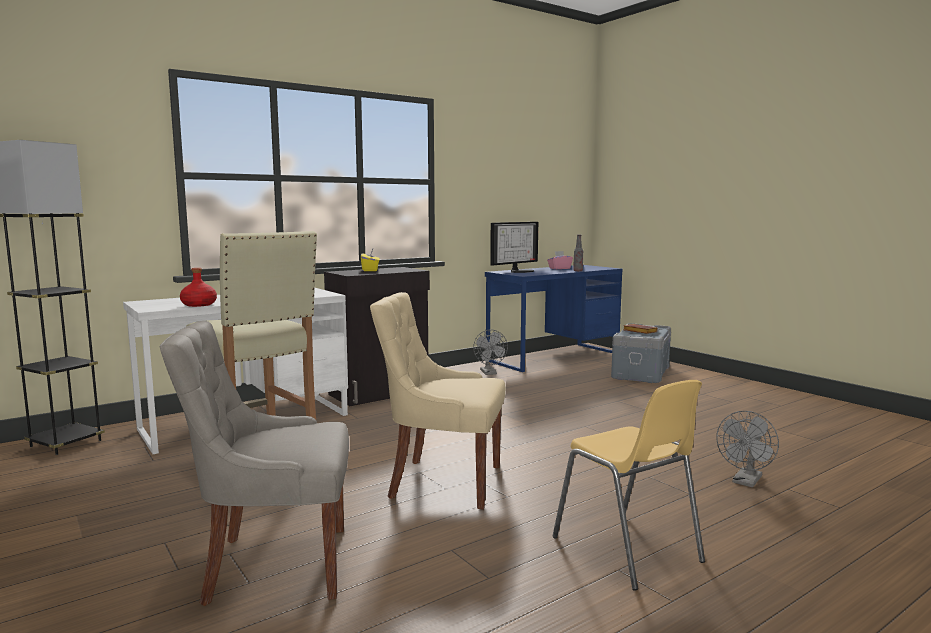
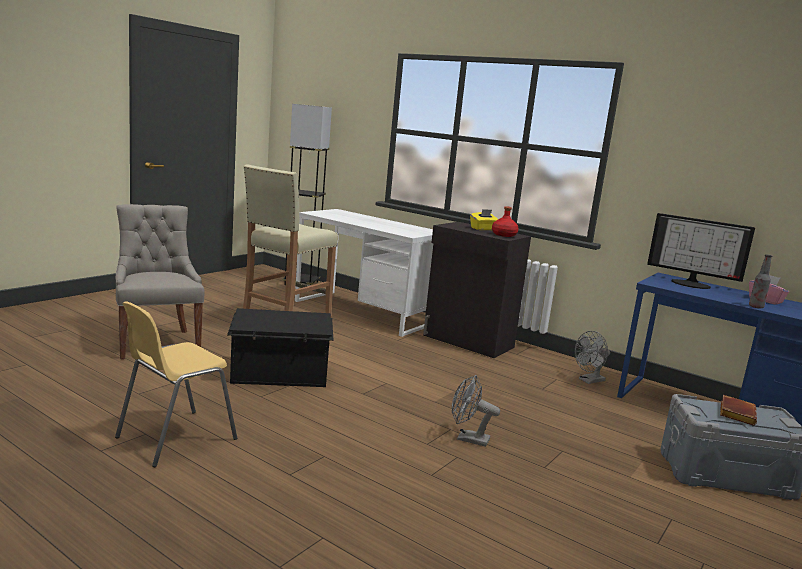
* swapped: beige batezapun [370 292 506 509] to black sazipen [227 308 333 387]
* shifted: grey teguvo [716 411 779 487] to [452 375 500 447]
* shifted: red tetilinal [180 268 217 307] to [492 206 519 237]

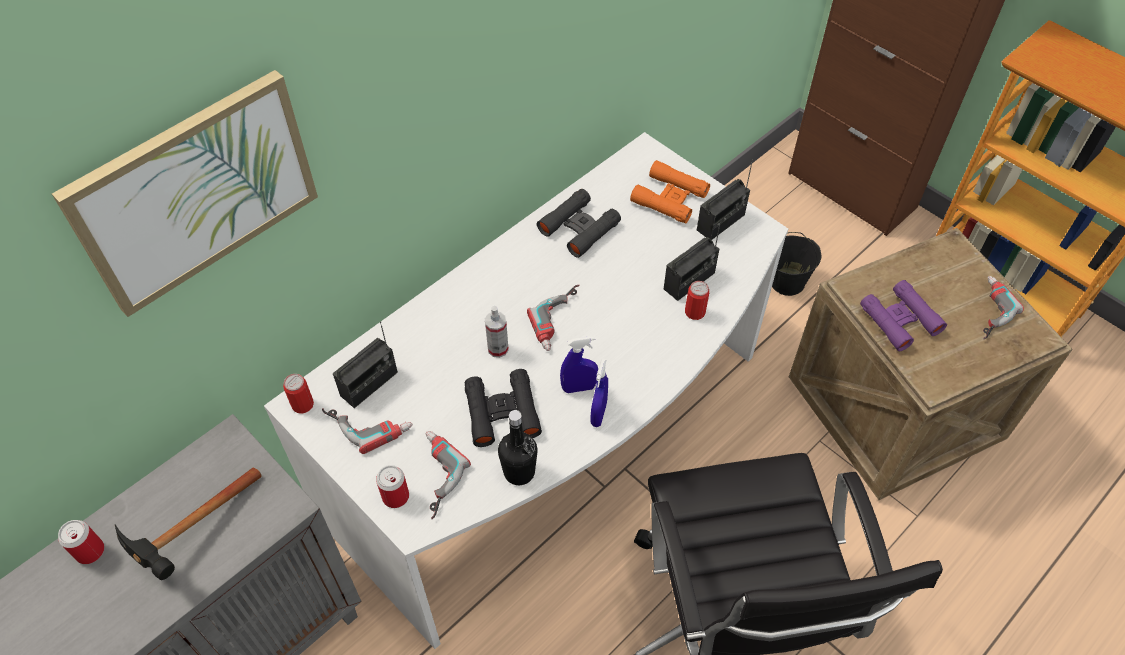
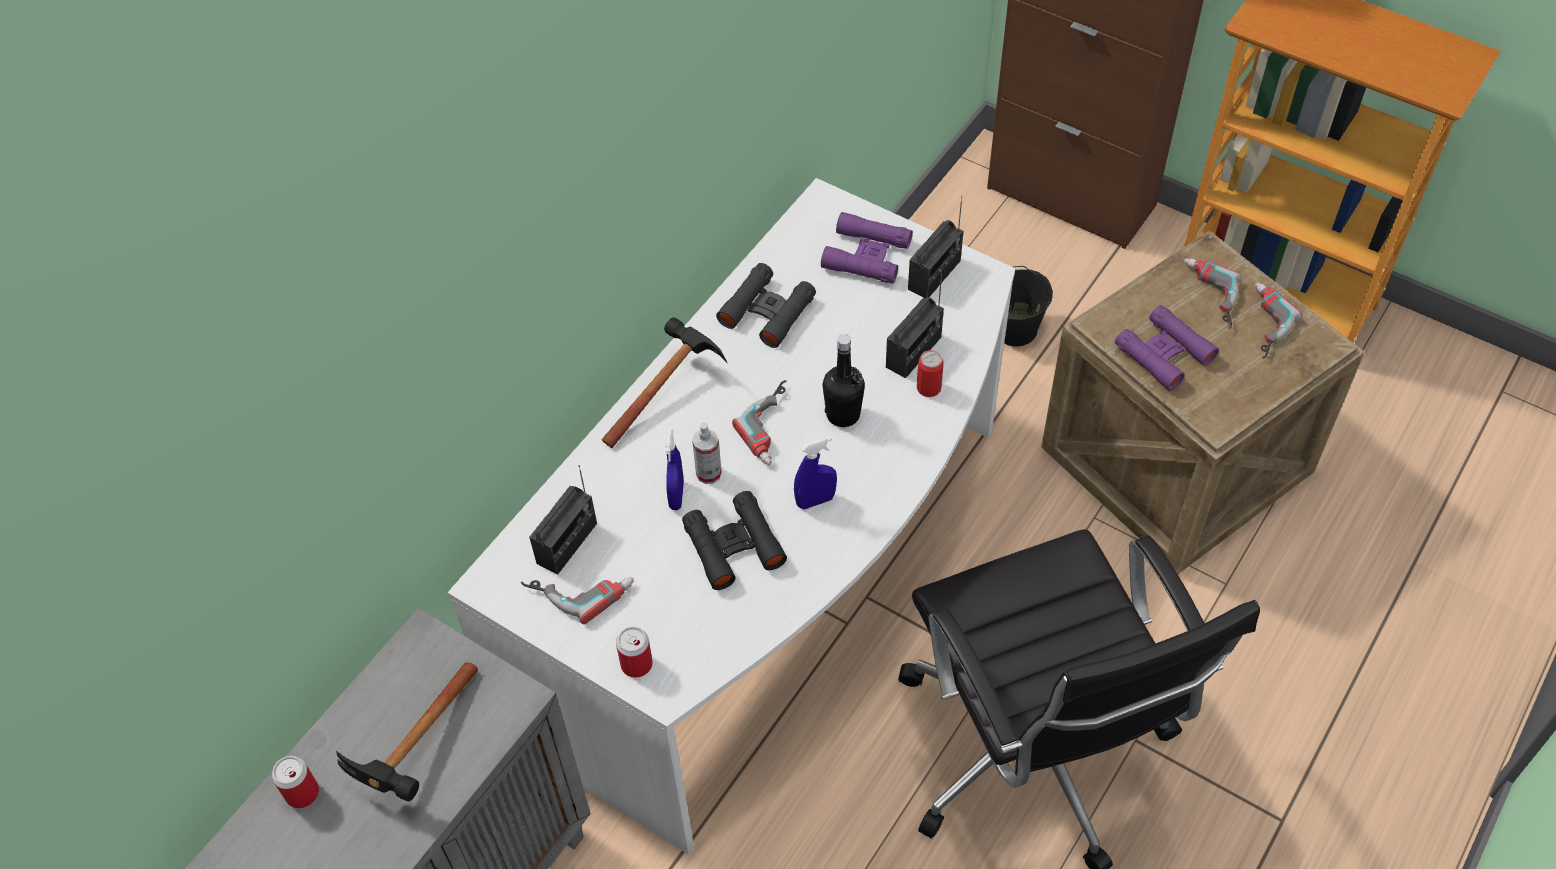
* new: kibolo [602 317 727 448]
* shifted: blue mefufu [591 358 608 427] to [665 428 684 510]
* repainted: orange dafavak [630 160 710 223] to purple dafavak [821 212 913 283]
* shifted: black tetilinal [498 410 538 485] to [823 334 865 427]
* shifted: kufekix [426 431 471 519] to [1184 258 1241 329]
* gone: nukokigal [52 70 318 317]
* gone: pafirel [283 374 314 414]

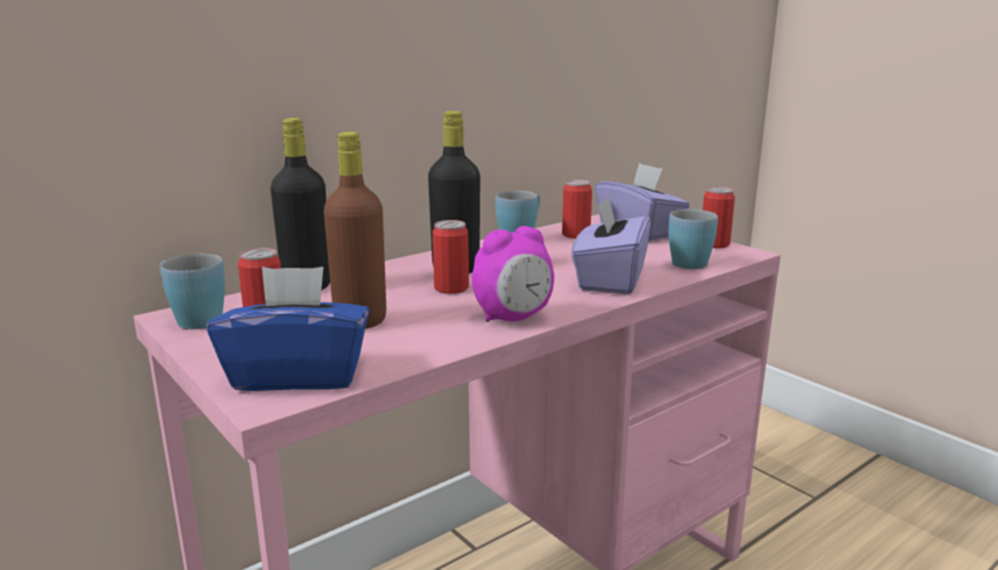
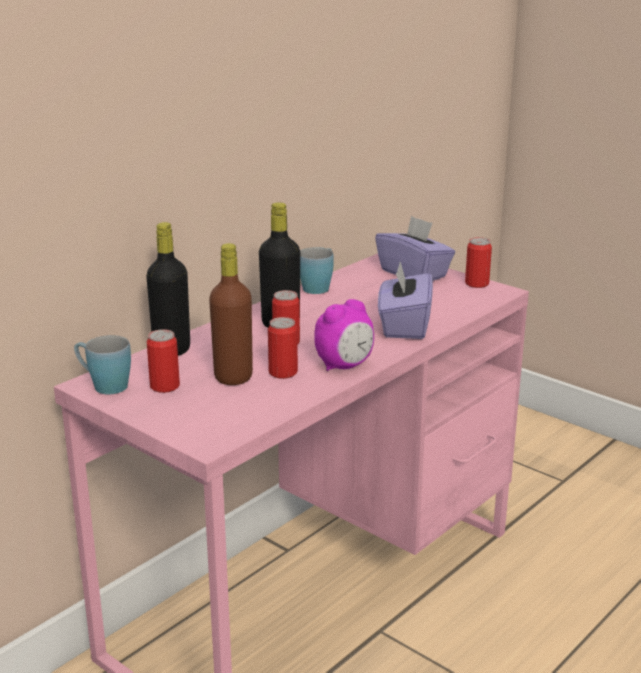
* shifted: pafirel [562 180 592 239] to [268 317 298 379]
* gone: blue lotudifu [207 267 370 391]
* gone: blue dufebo [668 209 718 269]

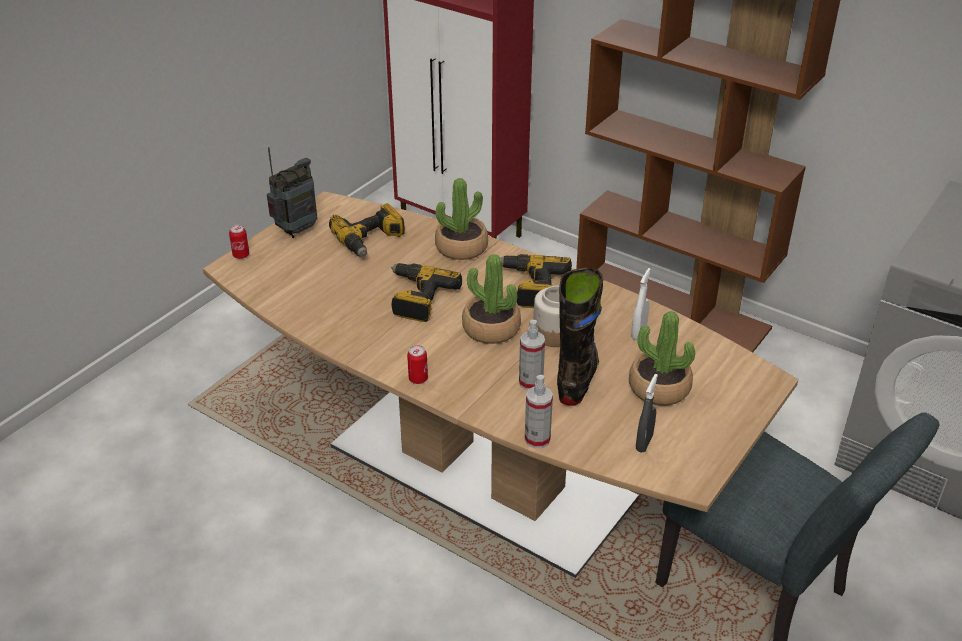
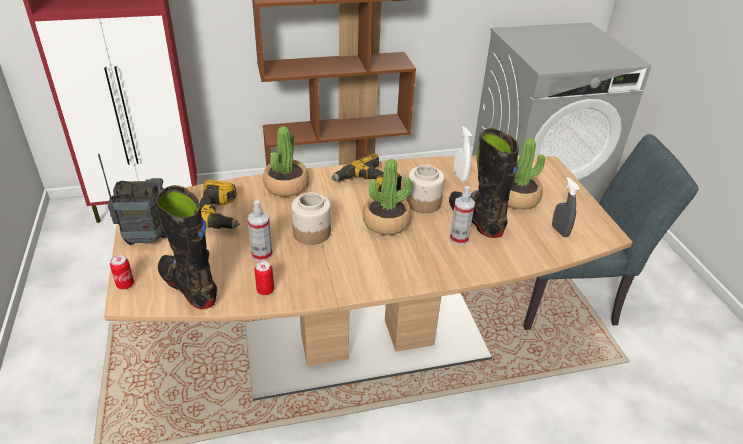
* rotated: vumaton [267 147 317 238] = [98 154 167 245] 90 degrees clockwise
* new: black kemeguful [155 185 217 309]
* shifted: mefufu [525 375 553 448] to [248 200 272 262]
* shifted: pafirel [407 345 428 384] to [254 261 274 295]
* swapped: kufekix [391 263 462 322] to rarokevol [291 192 331 245]

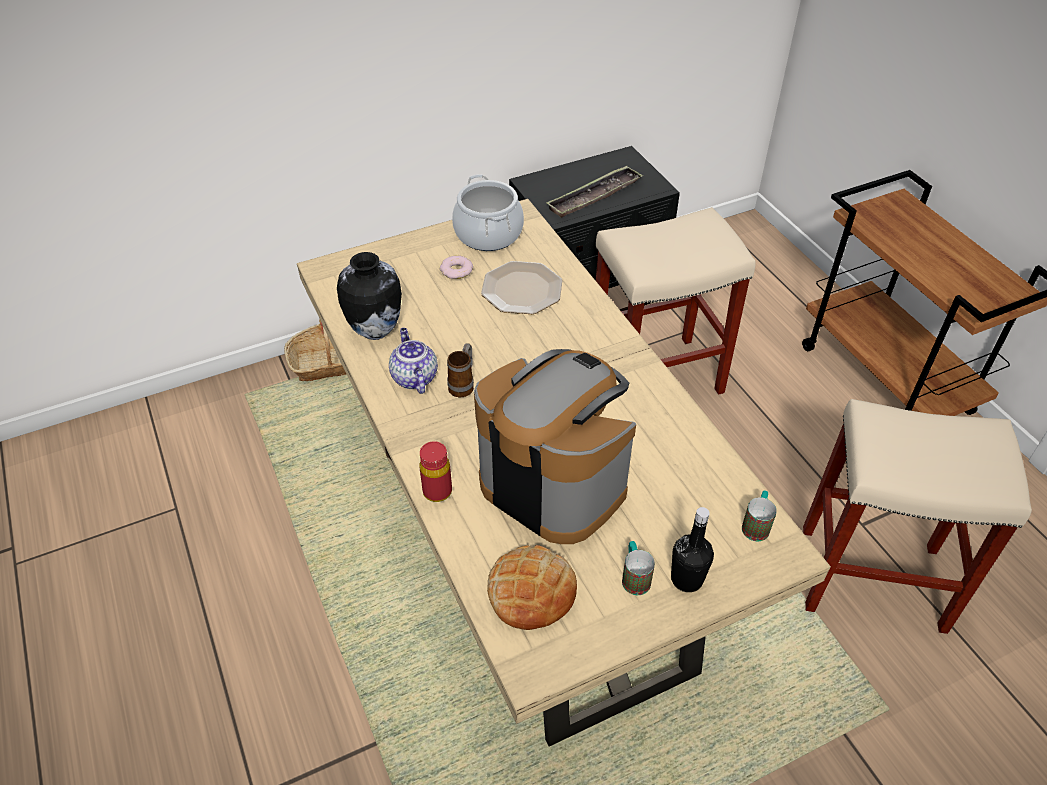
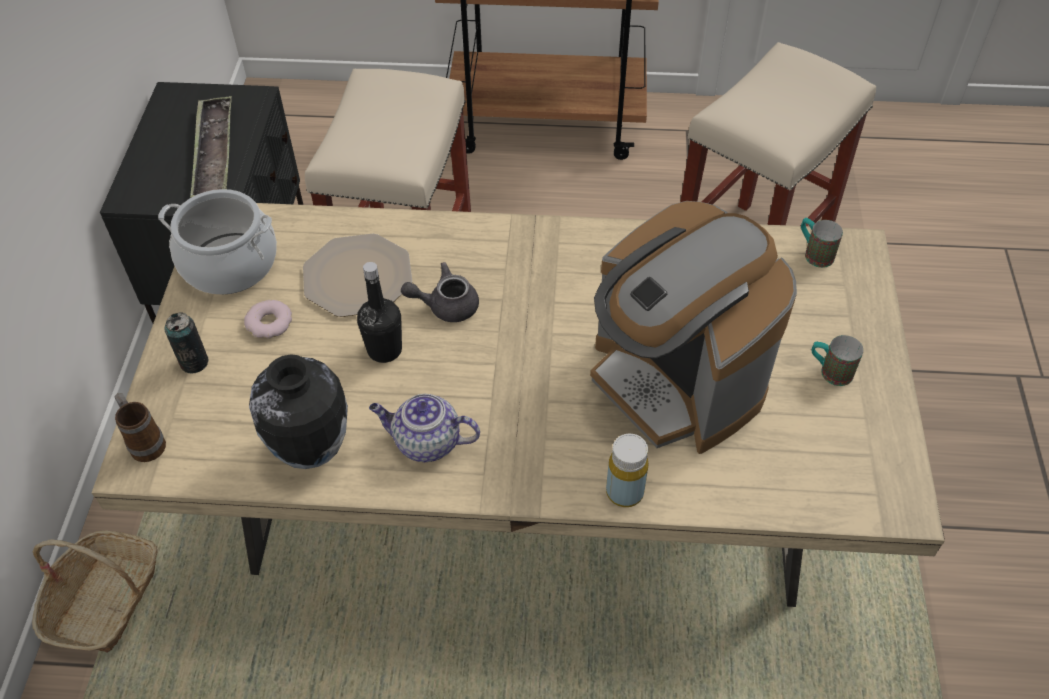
* shifted: dufebo [447 344 474 397] to [114 393 166 462]
* new: pafirel [164 313 209 373]
* shifted: black tetilinal [671 507 714 592] to [357 262 402 363]
* new: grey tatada [401 262 479 322]
* rotated: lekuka [474 349 636 544] = [590 201 797 454] 105 degrees counterclockwise
* repainted: red tetilinal [419 441 452 502] to yellow tetilinal [606 434 648 507]
* gone: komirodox [487 545 577 630]

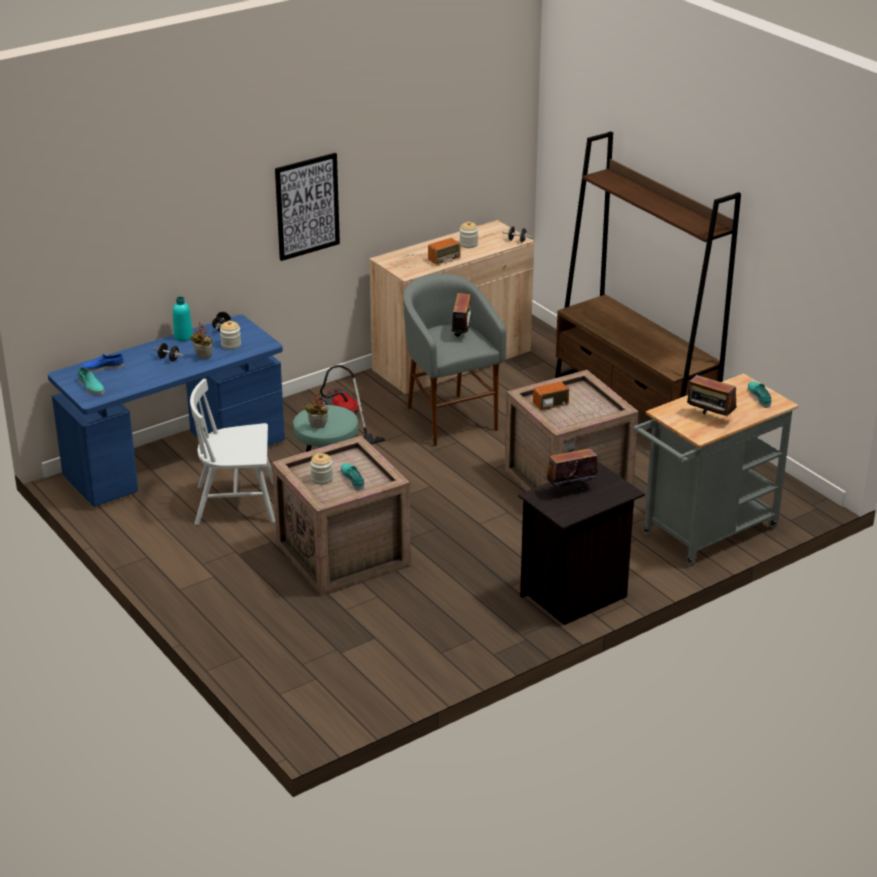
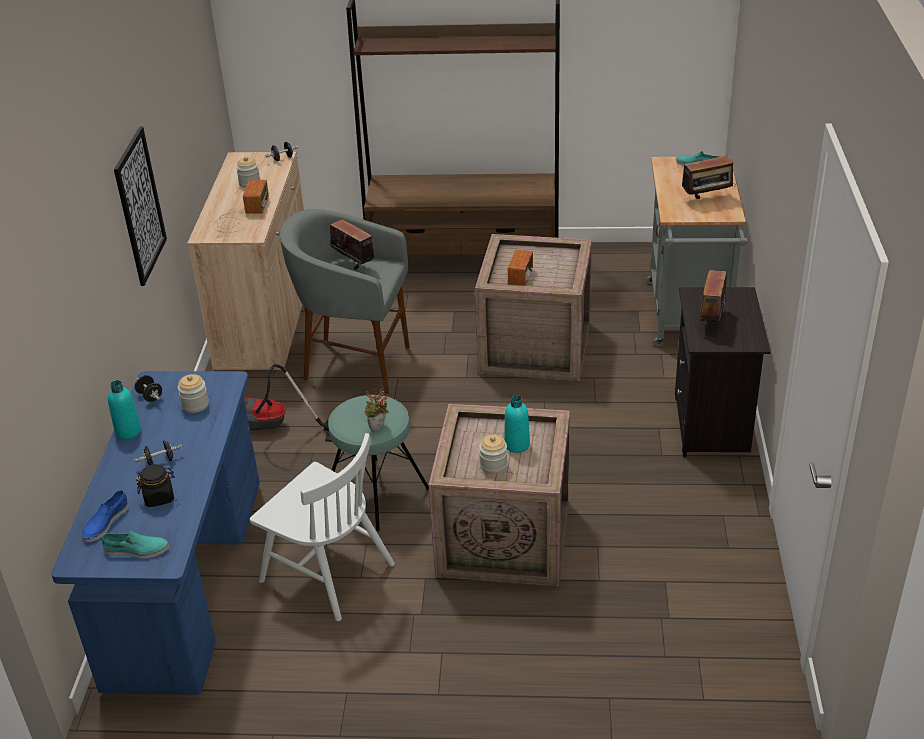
* new: black rarokevol [136 464 175 507]
* rotated: white batezapun [190 379 275 525] = [250 433 395 621] 90 degrees counterclockwise
* swapped: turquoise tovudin [341 463 364 491] to turquoise tetilinal [504 395 530 453]
* gone: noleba [190 322 212 359]

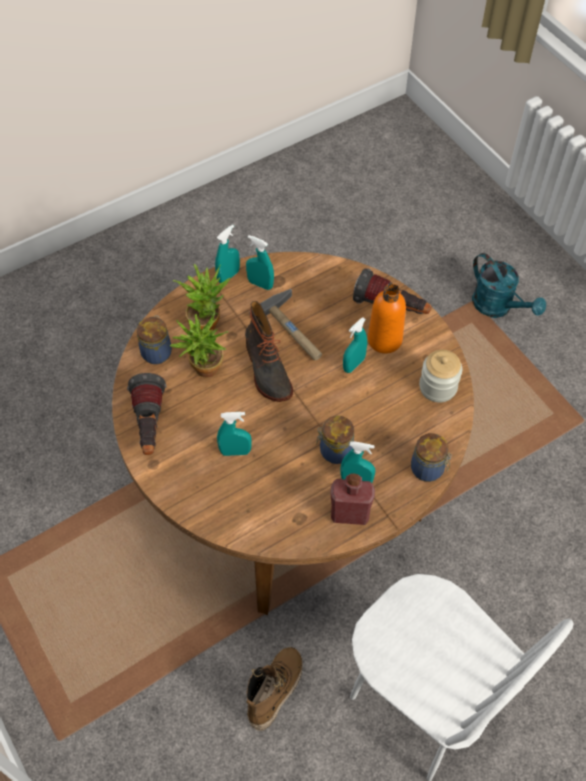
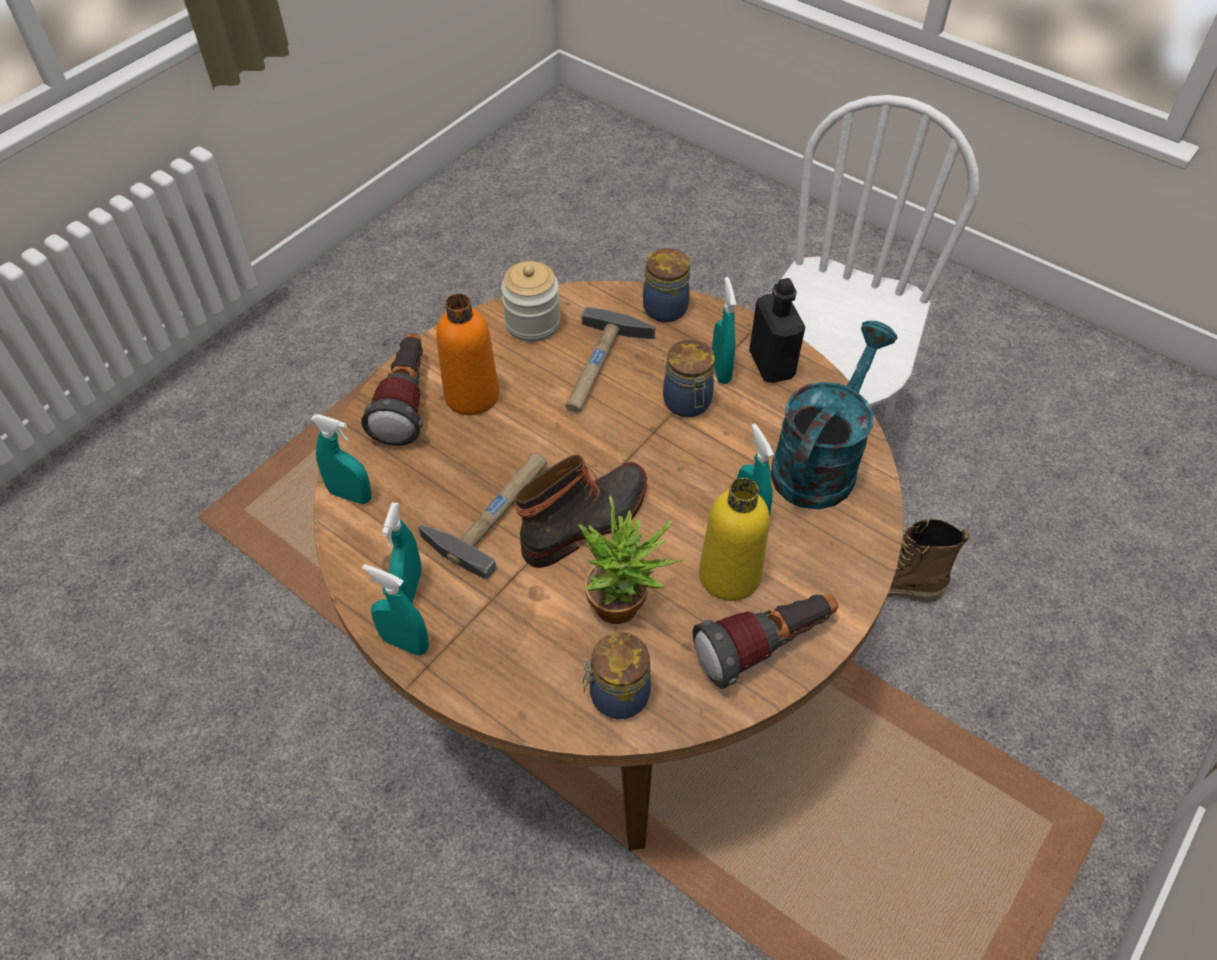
* shifted: turquoise mefufu [343 317 367 373] to [310 414 372 504]
* new: kibolo [565 307 655 412]
* new: yellow tetilinal [699 478 770 601]
* repainted: red tetilinal [330 473 375 525] to black tetilinal [749 278 805 383]
* shifted: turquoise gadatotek [472 253 546 318] to [771 321 898 509]
* gone: noleba [173 264 231 331]

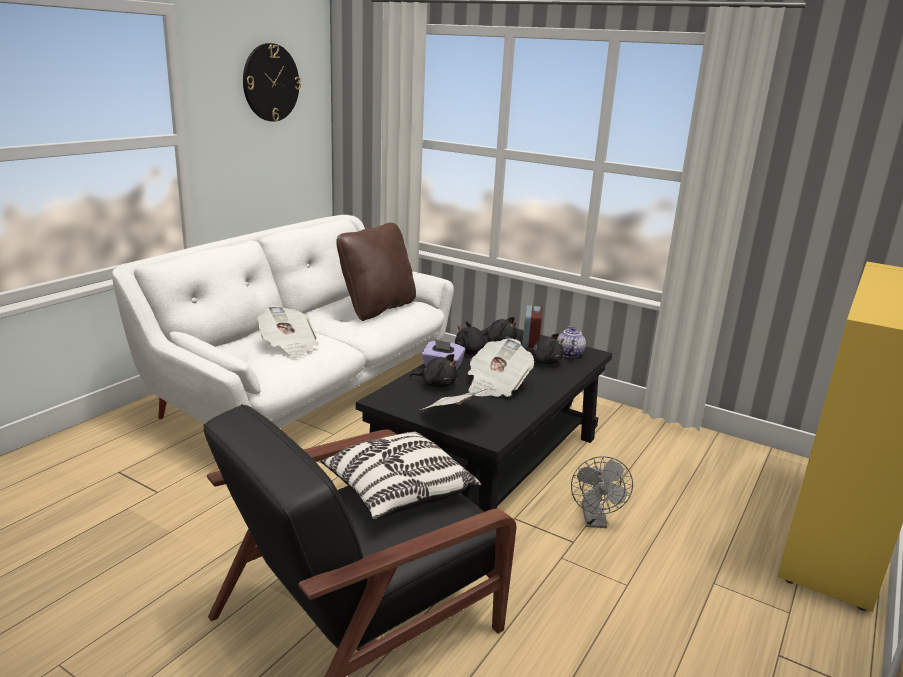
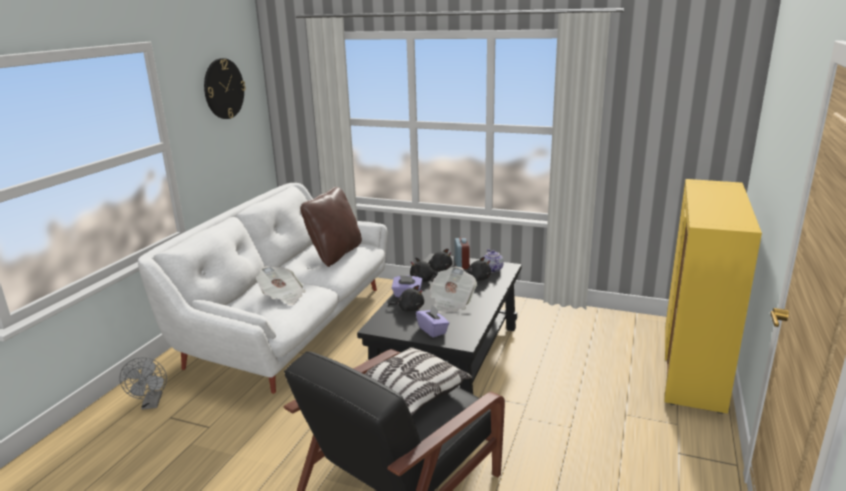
* shifted: grey teguvo [571 456 633 528] to [120 357 167 410]
* swapped: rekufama [420 386 493 410] to purple lotudifu [416 305 449 338]

